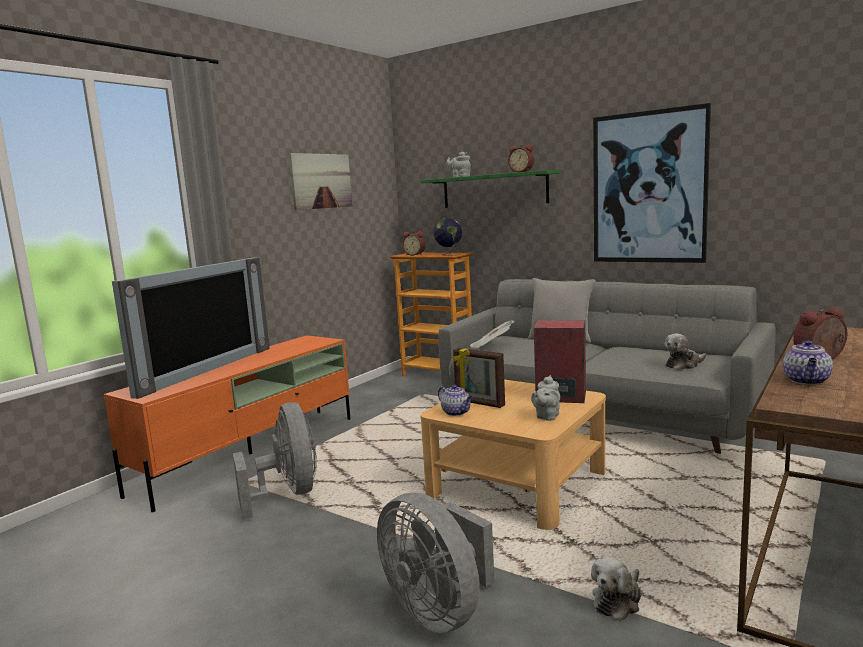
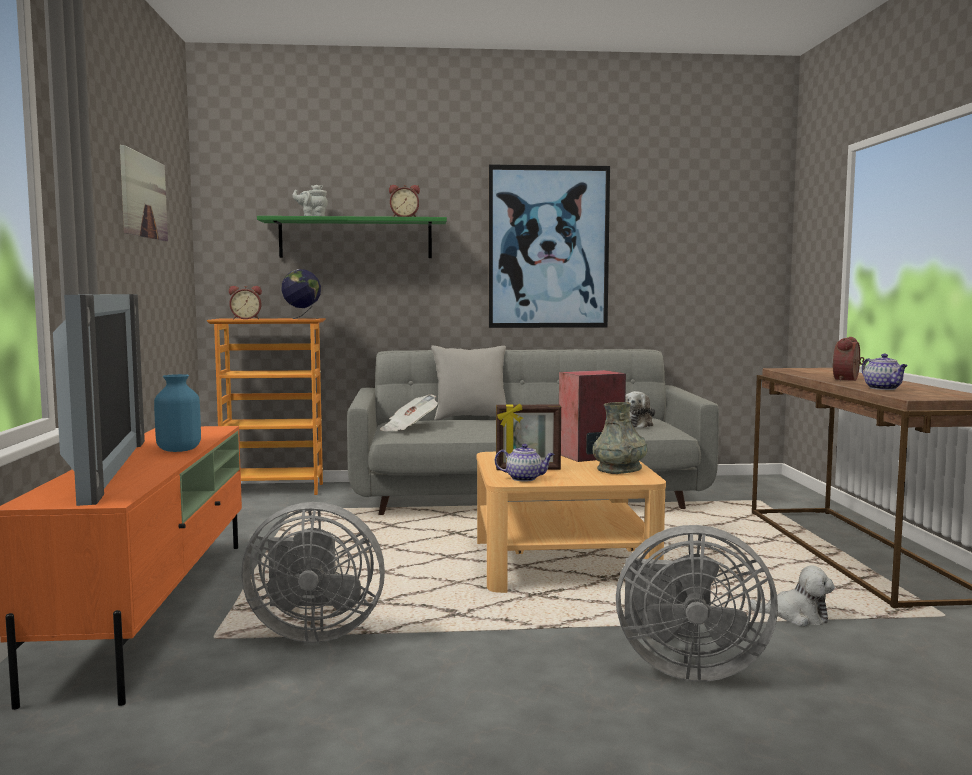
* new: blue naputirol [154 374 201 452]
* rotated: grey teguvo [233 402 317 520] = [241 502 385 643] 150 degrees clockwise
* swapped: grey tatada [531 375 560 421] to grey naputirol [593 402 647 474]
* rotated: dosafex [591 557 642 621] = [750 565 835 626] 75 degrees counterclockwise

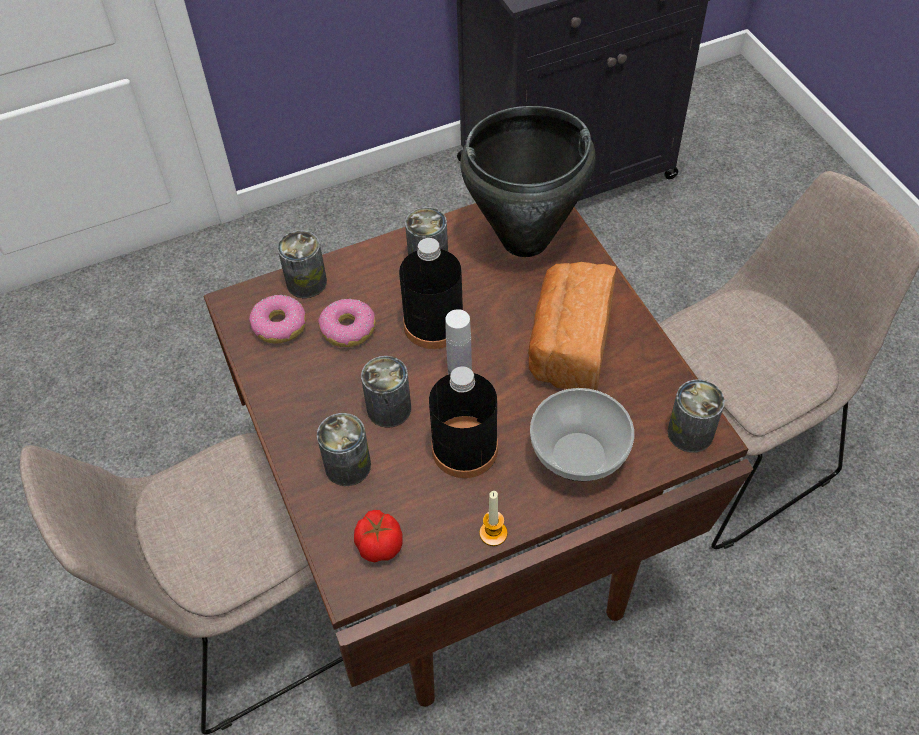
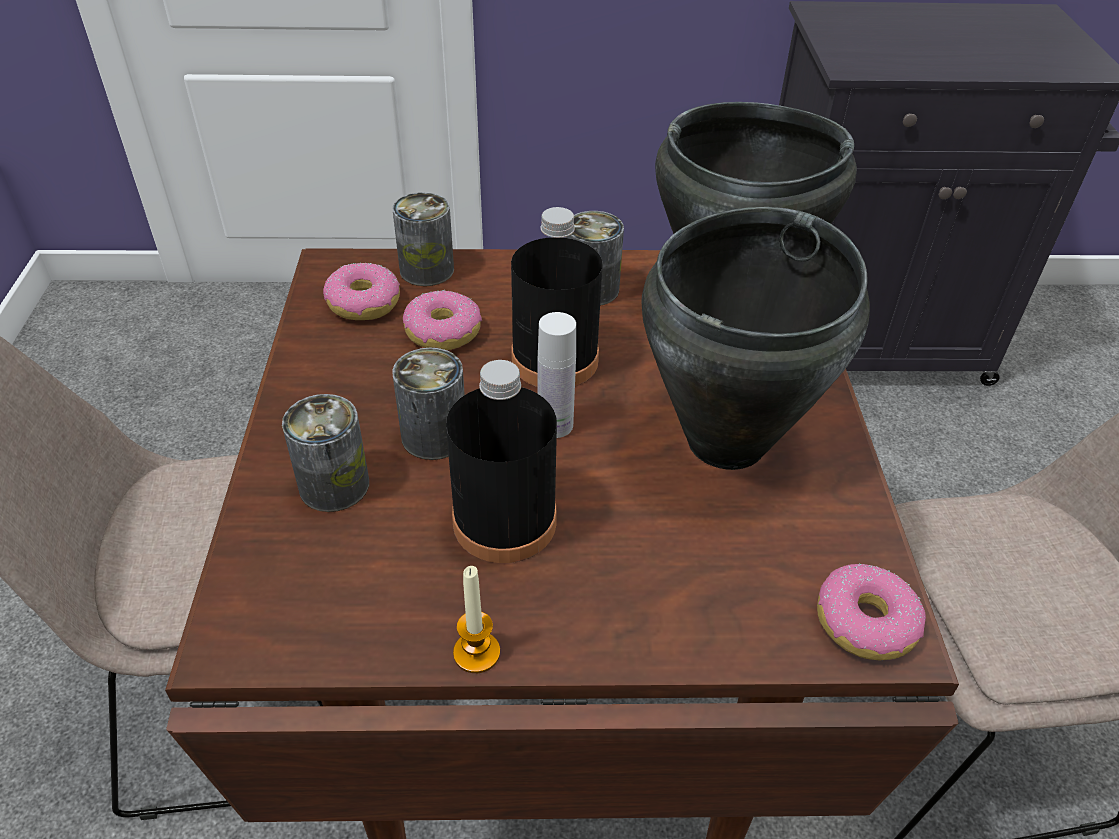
* swapped: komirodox [528 262 616 390] to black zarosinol [642 207 870 470]
* swapped: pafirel [668 380 725 453] to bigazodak [817 564 926 660]
* gone: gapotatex [354 510 403 562]
* gone: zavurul [530 388 634 481]

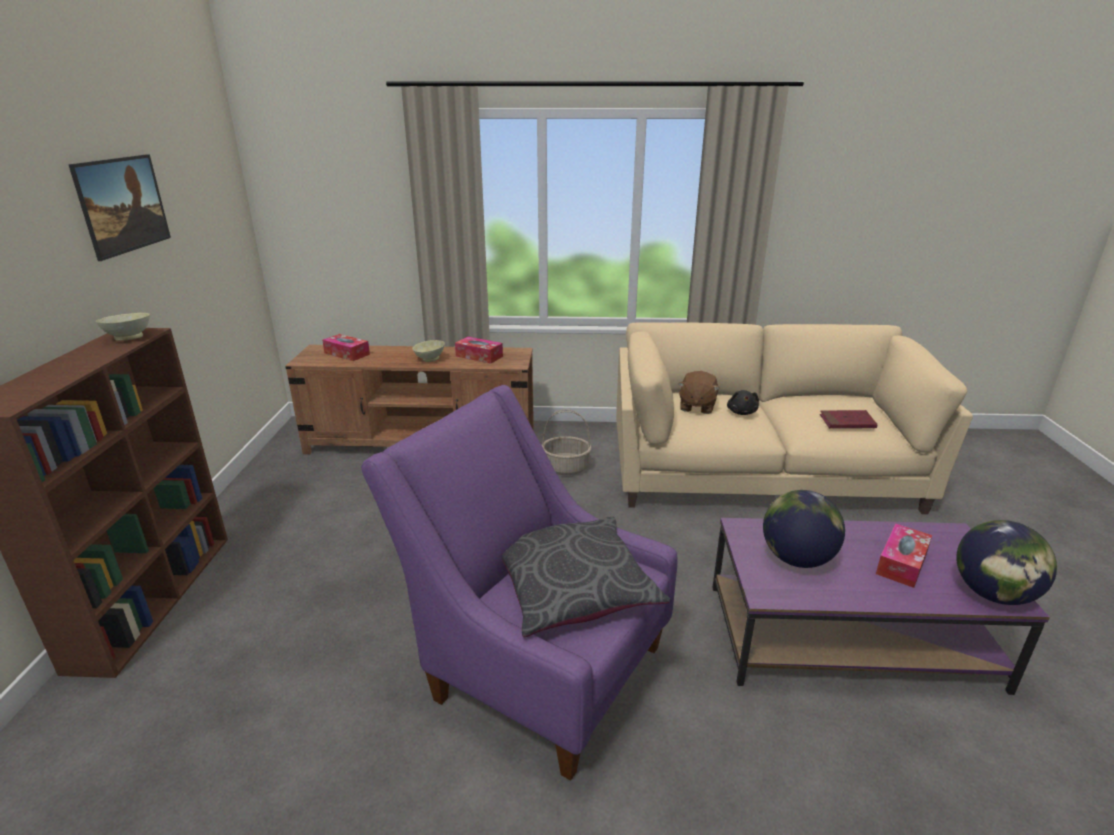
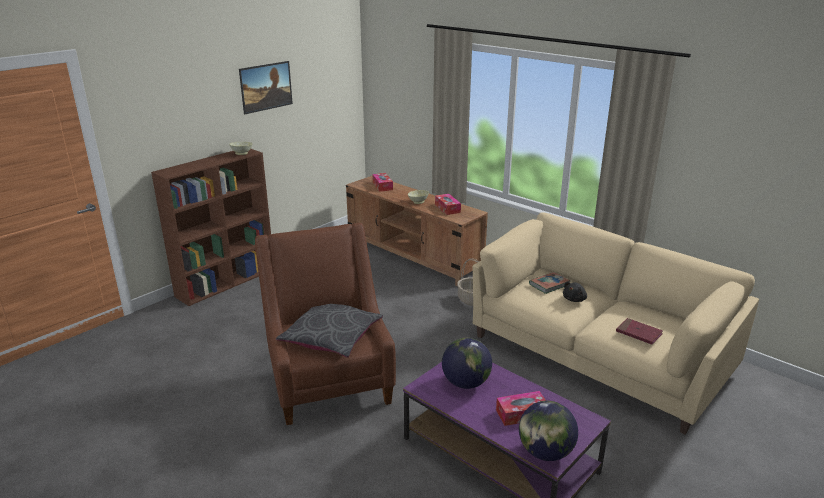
* repainted: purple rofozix [361 385 677 781] to brown rofozix [255 223 396 425]
* swapped: brown dosafex [678 371 720 414] to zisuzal [529 272 570 294]

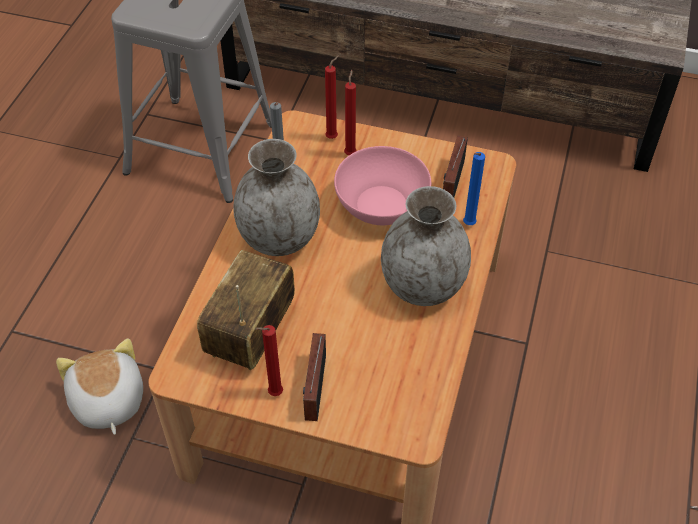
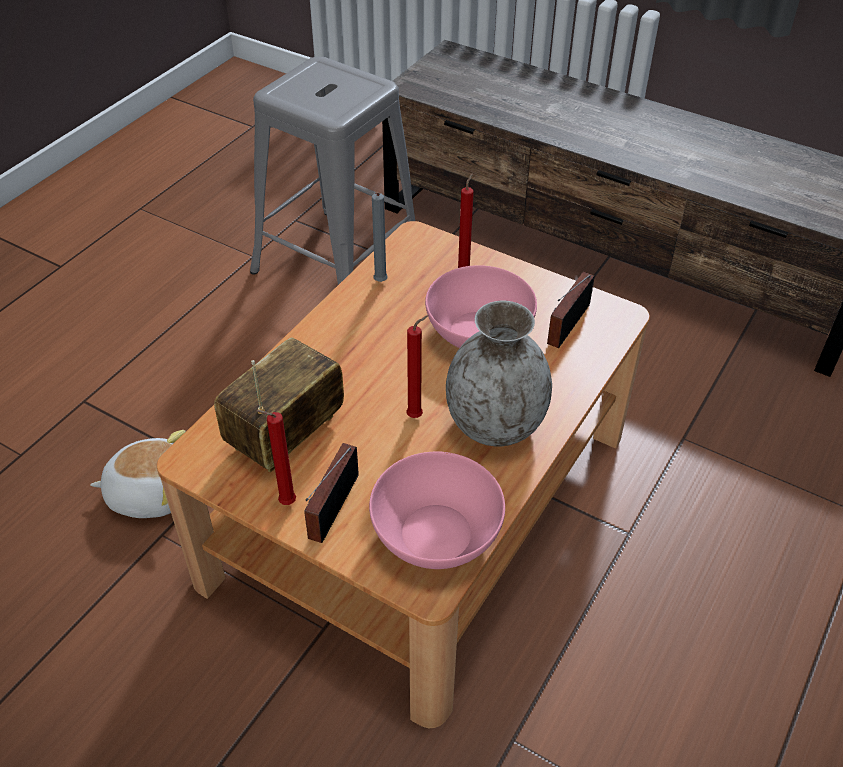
* rotated: dosafex [56 338 143 435] = [90 430 186 518] 90 degrees clockwise
* new: pink zavurul [369 451 505 569]
* shifted: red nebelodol [325 55 339 139] to [406 315 428 418]
* gone: grey naputirol [234 139 320 256]
* gone: blue nebelodol [463 152 485 225]

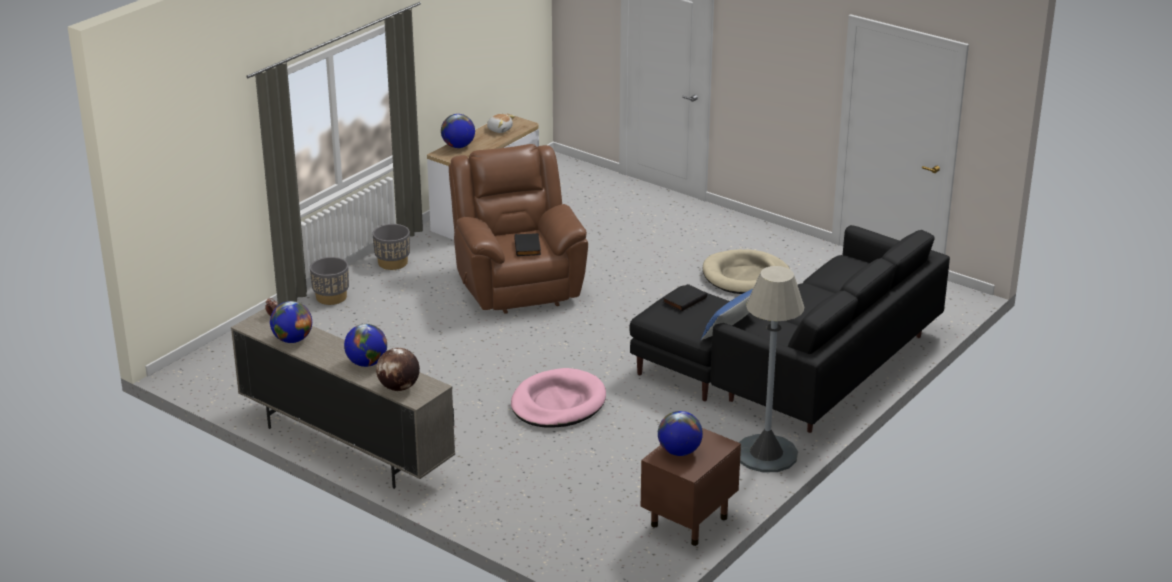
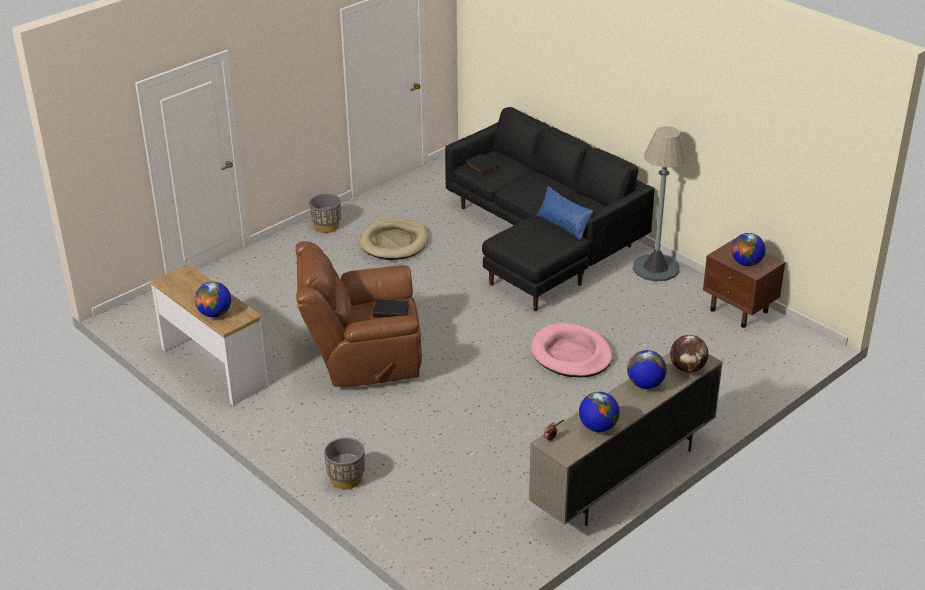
* shifted: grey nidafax [373 224 410 270] to [309 194 341 233]
* shifted: black zisuzal [662 284 707 312] to [466 155 499 175]
* gone: dosafex [487 114 515 133]

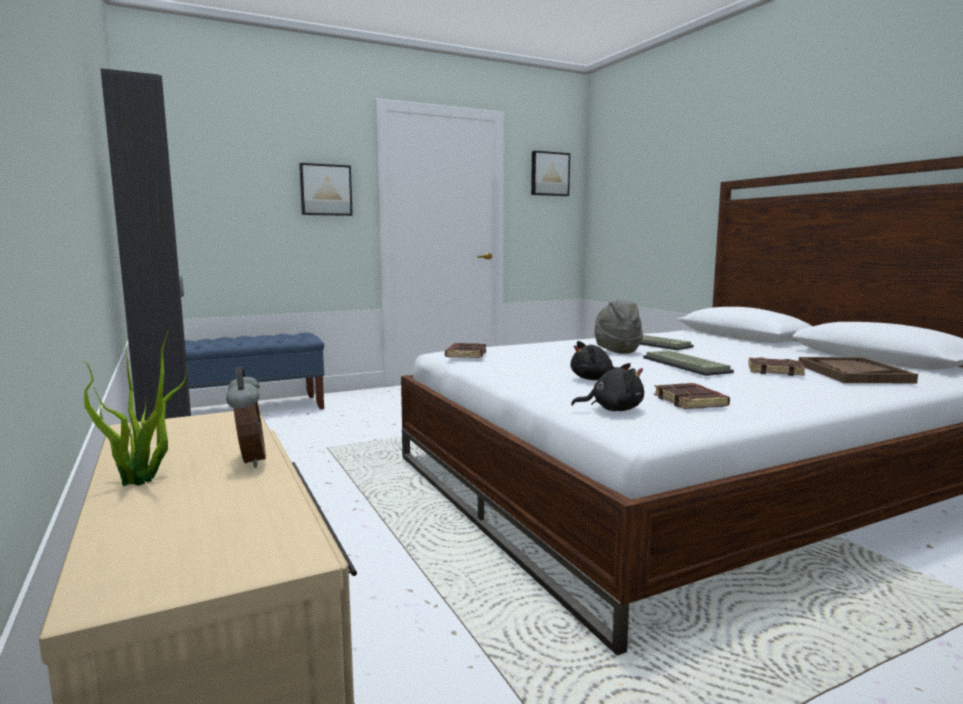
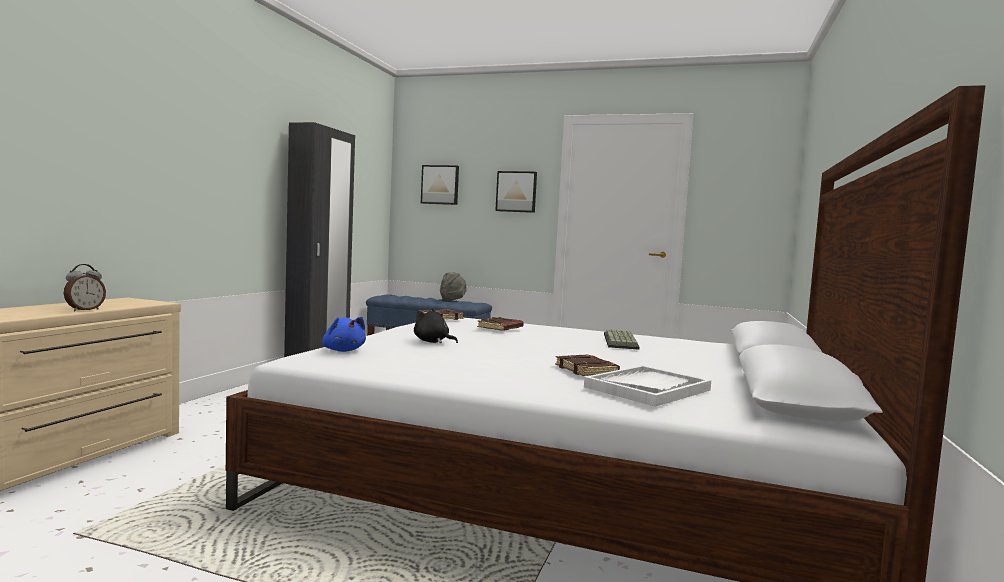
* repainted: black dosafex [571 363 644 411] to blue dosafex [322 317 366 352]
* shifted: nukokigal [531 151 570 196] to [421 165 459 205]
* shifted: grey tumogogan [594 300 643 354] to [440 272 467 301]
* shifted: brown zisuzal [654 383 730 409] to [477 317 524 331]
* repainted: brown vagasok [799 357 918 383] to white vagasok [584 365 711 407]
* gone: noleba [82 329 188 486]
* gone: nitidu [643 350 734 376]

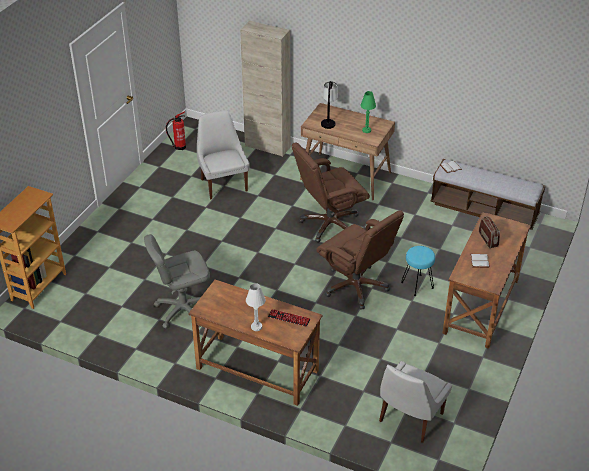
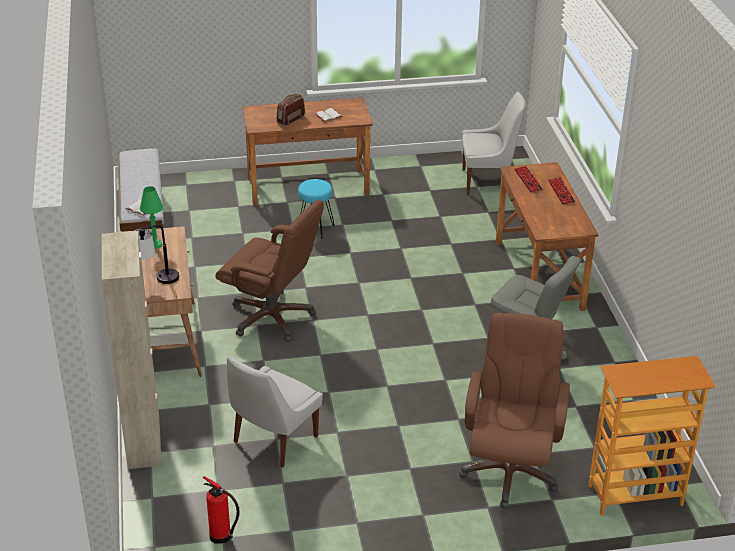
* shifted: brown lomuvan [316 210 404 310] to [459 313 570 509]
* swapped: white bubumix [246 283 266 331] to nitidu [548 177 575 204]

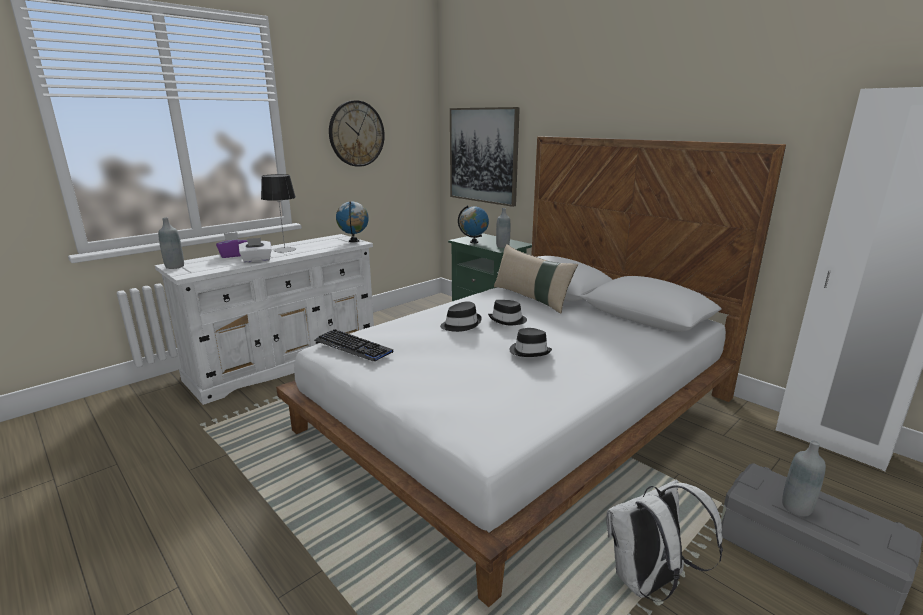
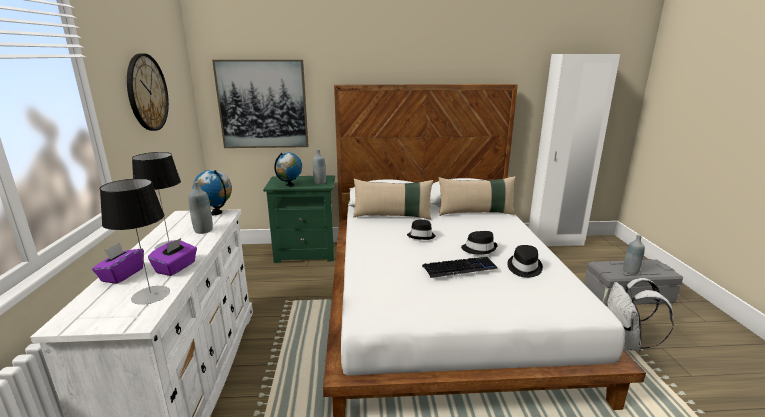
* new: bubumix [100 178 170 305]
* repainted: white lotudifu [239 238 271 263] to purple lotudifu [148 238 197 276]
* shifted: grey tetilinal [158 218 184 269] to [188 181 213 234]
* shifted: nitidu [314 329 393 361] to [422 257 498 278]
* new: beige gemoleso [439 176 515 216]
* shifted: black tumogogan [440 301 482 332] to [507 245 543 278]

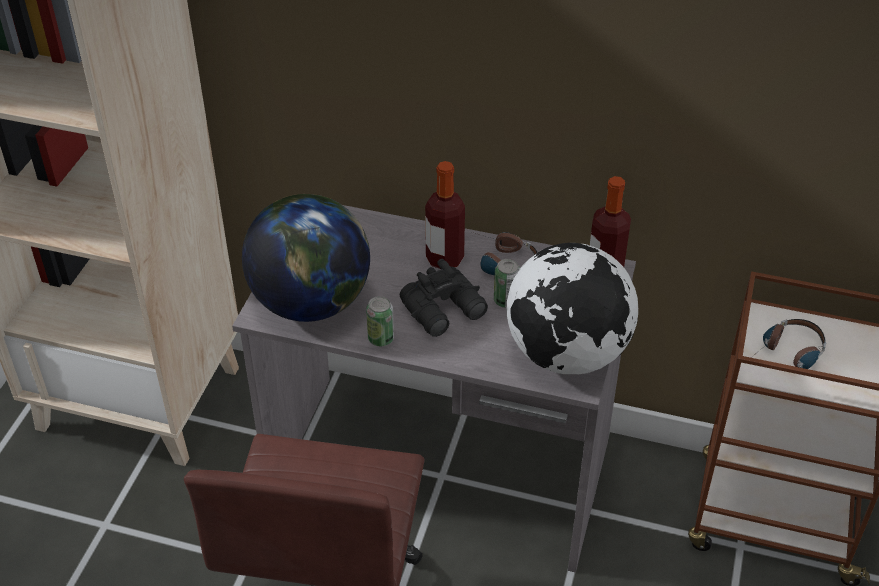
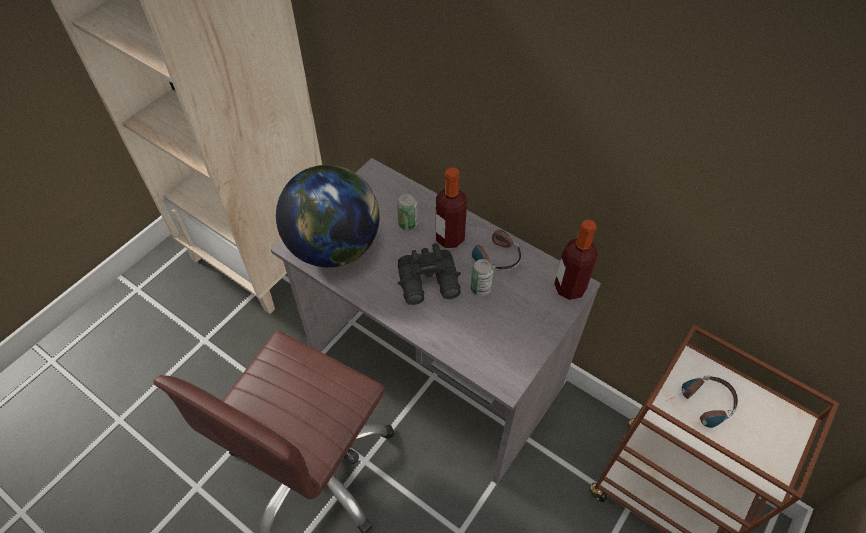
* shifted: pafirel [366 296 394 346] to [397 194 418 230]
* gone: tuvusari [506 243 638 374]

